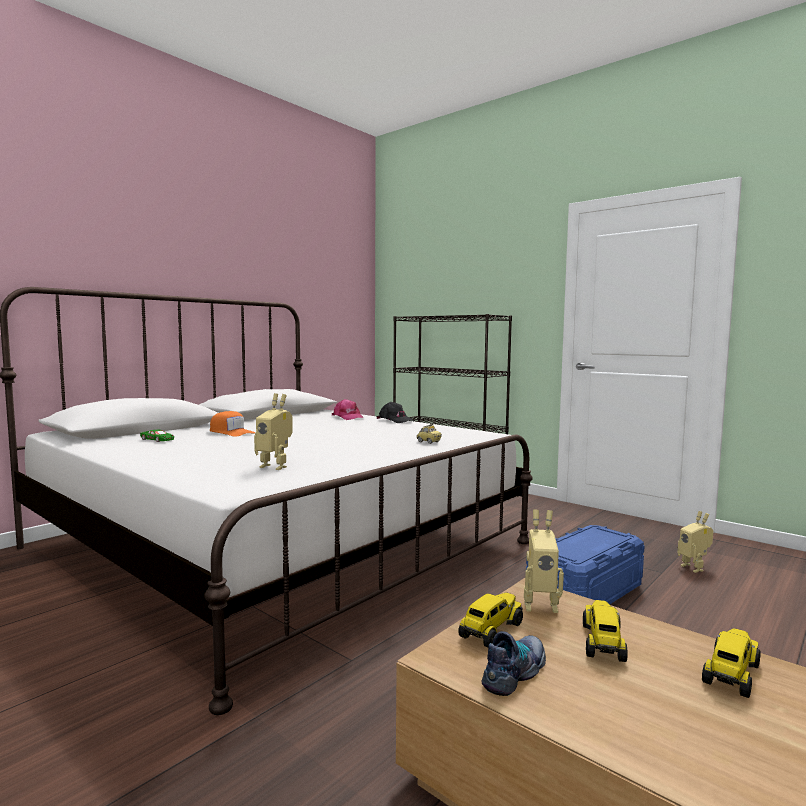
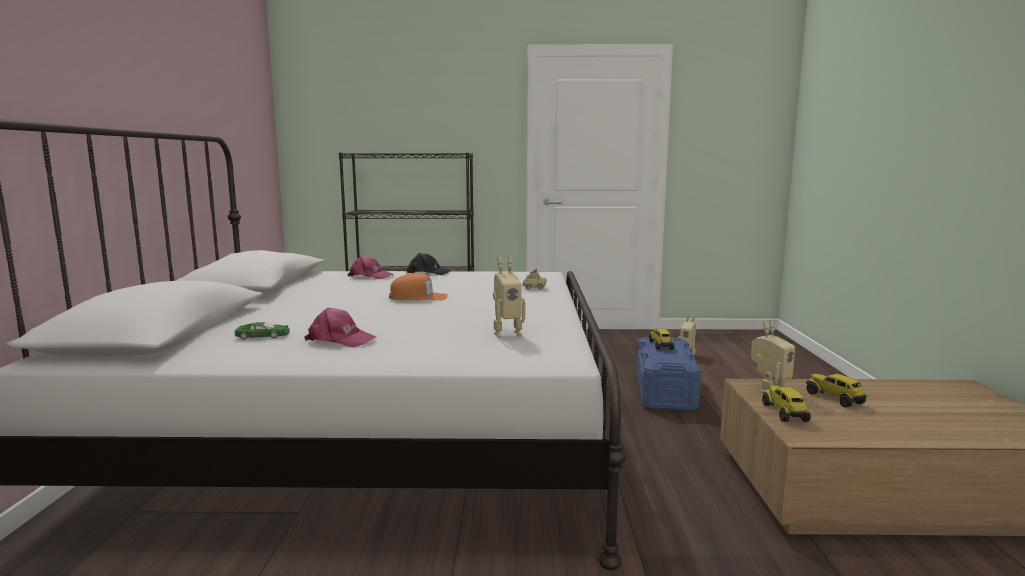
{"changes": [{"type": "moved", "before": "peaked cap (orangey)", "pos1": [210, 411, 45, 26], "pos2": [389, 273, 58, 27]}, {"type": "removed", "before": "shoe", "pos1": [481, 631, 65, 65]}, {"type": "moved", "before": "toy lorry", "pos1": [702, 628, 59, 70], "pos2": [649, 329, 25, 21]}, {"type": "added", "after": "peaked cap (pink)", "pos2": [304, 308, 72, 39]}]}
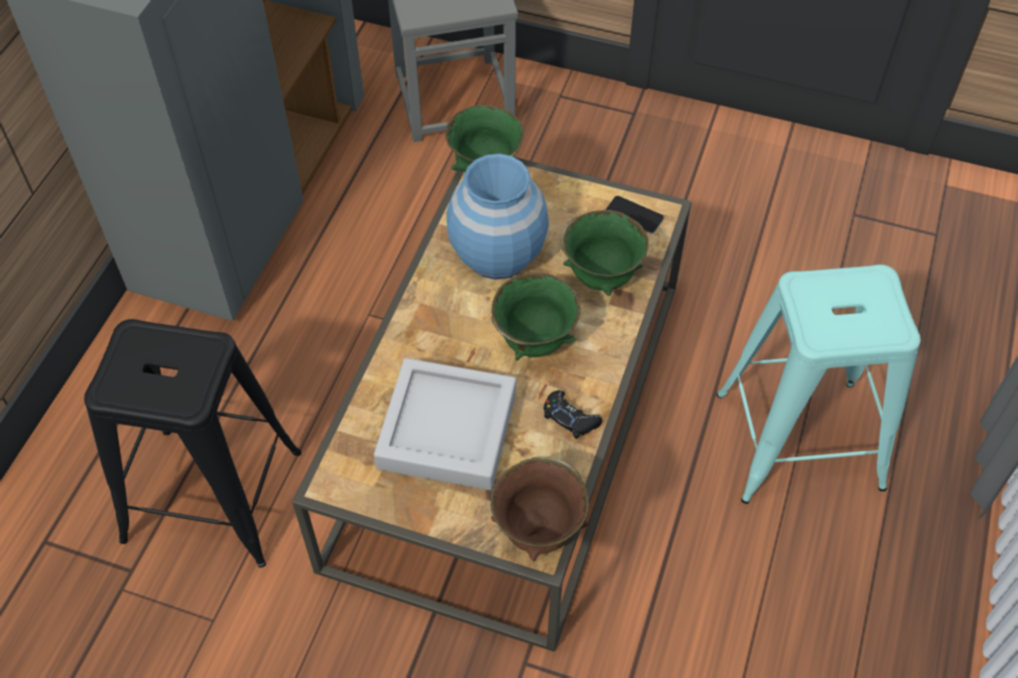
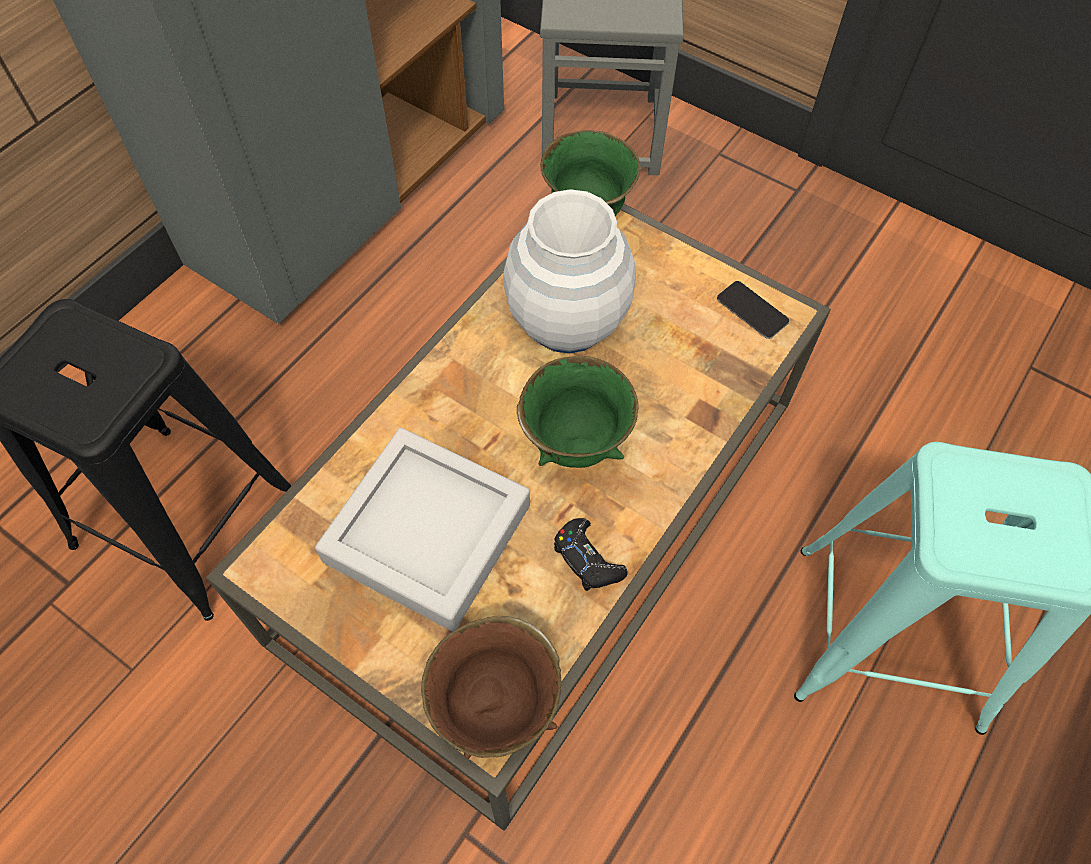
{"changes": [{"type": "recoloured", "before": "decorative vase (blue)", "after": "decorative vase (white-coloured)", "pos1": [447, 154, 102, 126], "pos2": [503, 189, 133, 165]}, {"type": "removed", "before": "deep dish (green)", "pos1": [561, 210, 88, 86]}]}
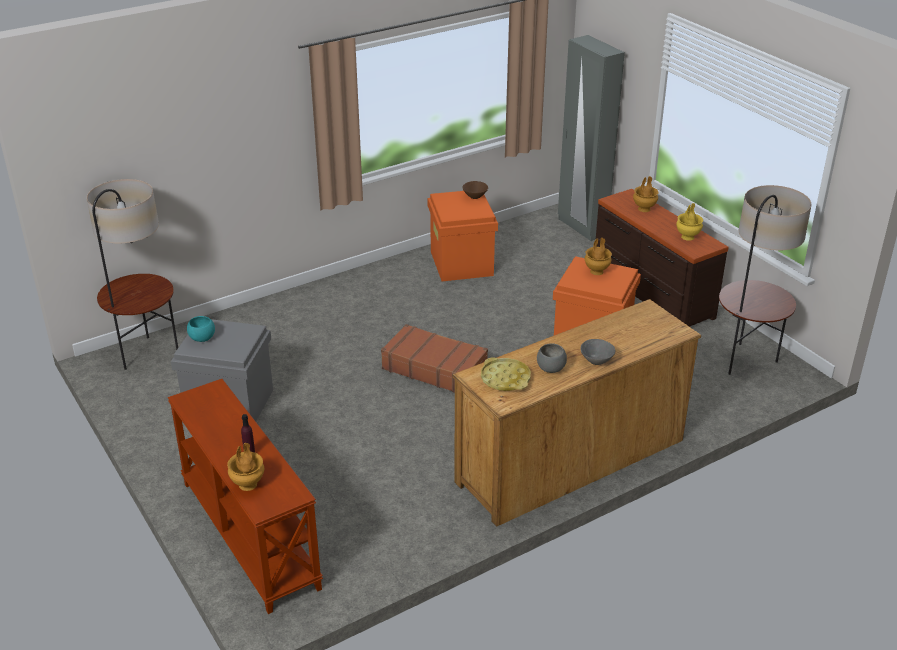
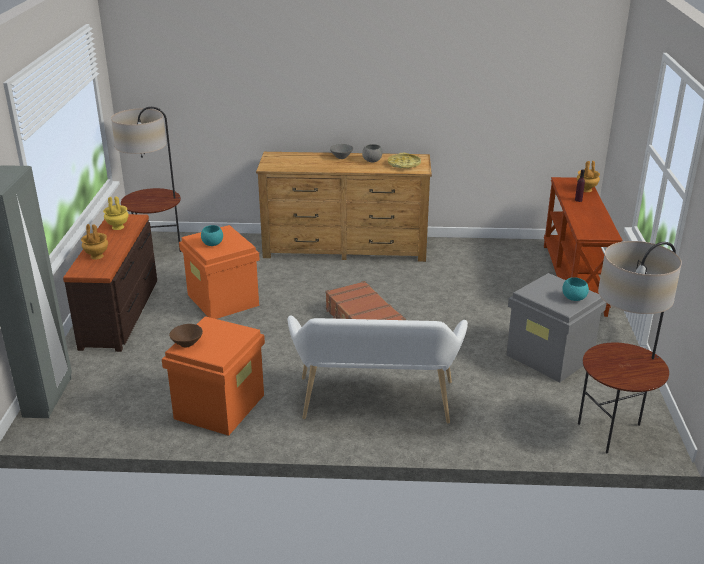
{"changes": [{"type": "replaced", "before": "decorative vase (brown)", "after": "deep dish (blue-green)", "pos1": [585, 238, 27, 37], "pos2": [201, 225, 22, 21]}, {"type": "added", "after": "indoor bench (white-coloured)", "pos2": [287, 316, 181, 107]}]}
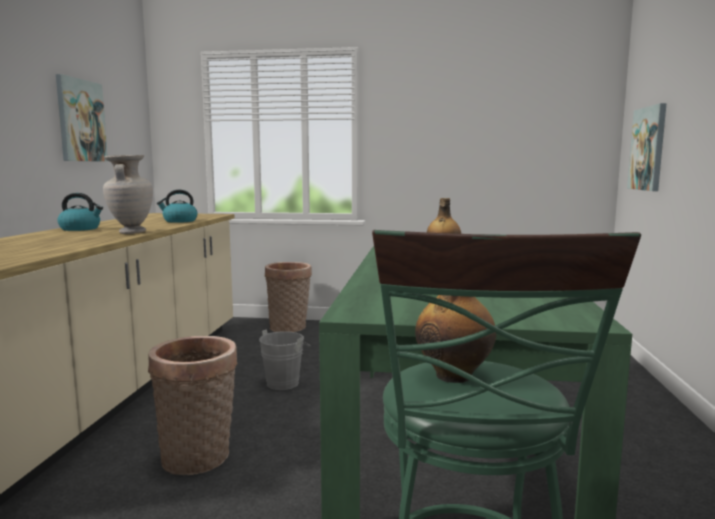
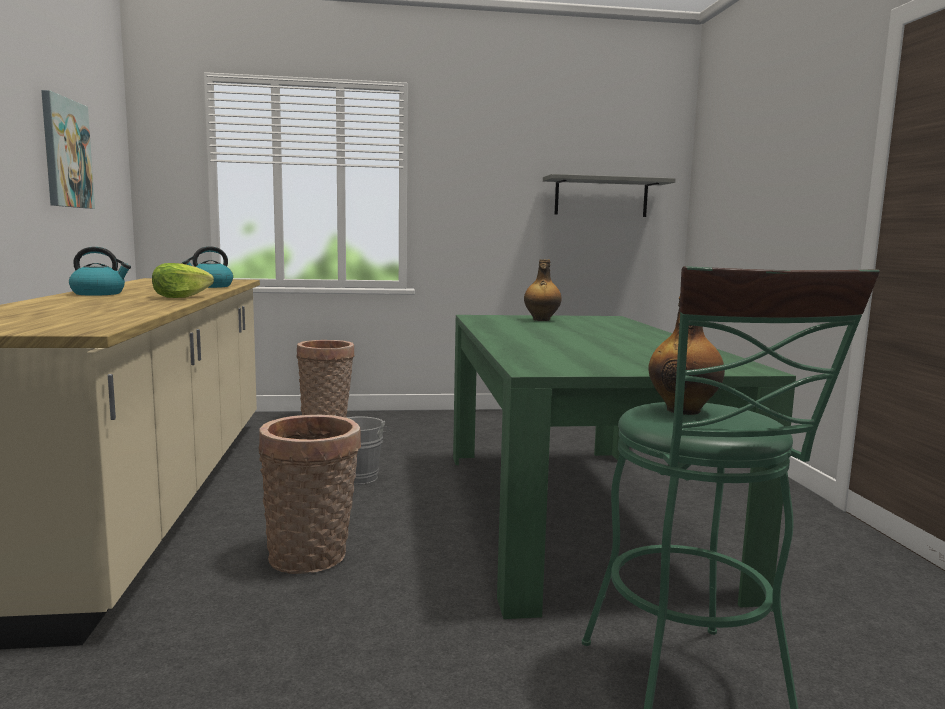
{"changes": [{"type": "replaced", "before": "decorative vase (beige)", "after": "head of lettuce", "pos1": [103, 155, 50, 79], "pos2": [152, 263, 62, 35]}, {"type": "removed", "before": "picture", "pos1": [627, 103, 40, 88]}, {"type": "added", "after": "shelf (gray)", "pos2": [543, 174, 133, 43]}]}
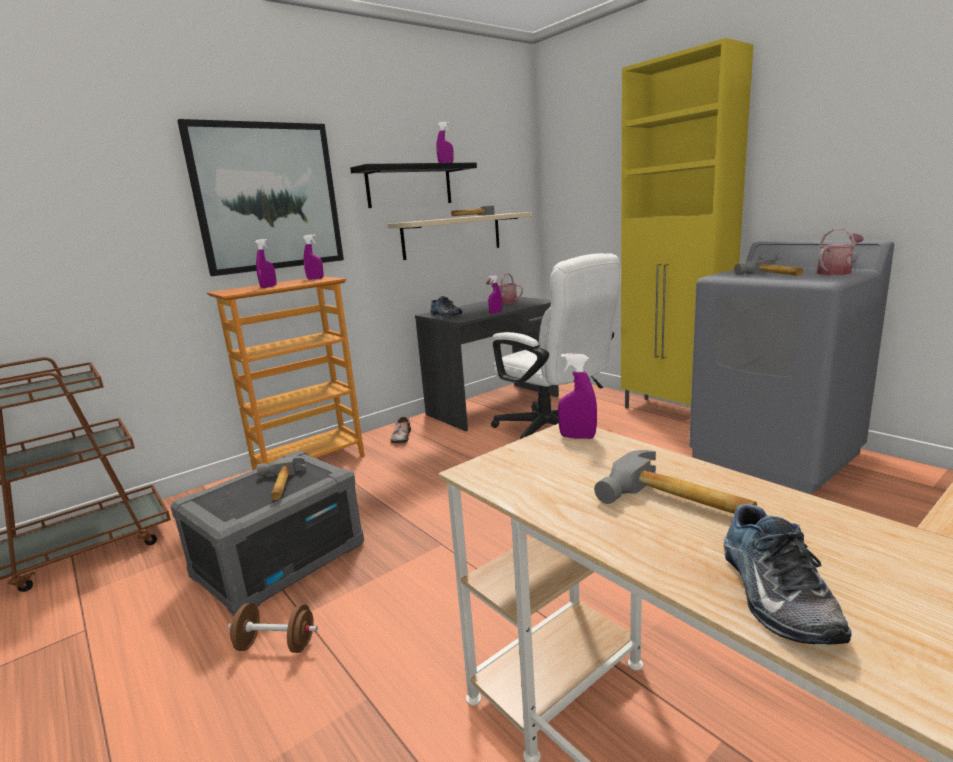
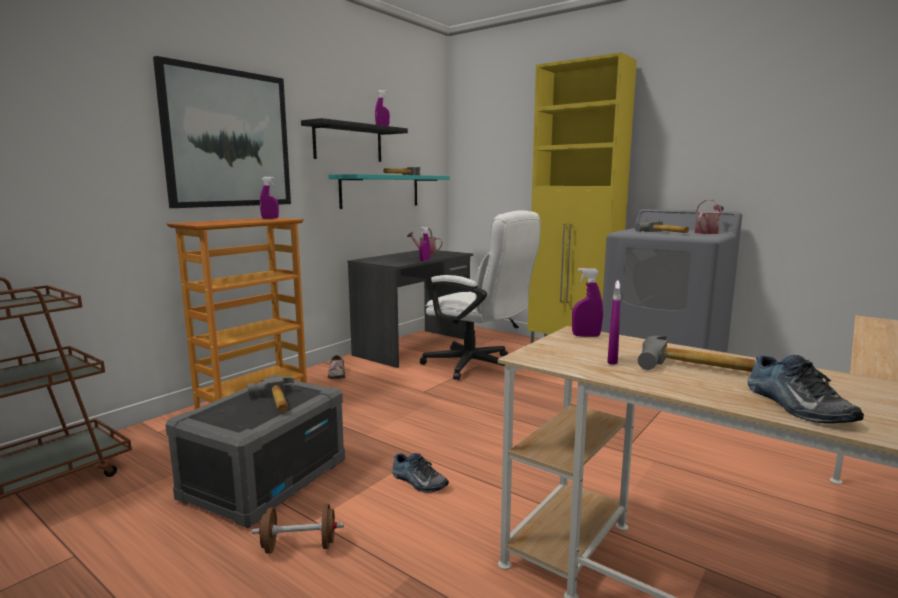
{"changes": [{"type": "moved", "before": "hand sprayer (purple-coloured)", "pos1": [255, 239, 22, 49], "pos2": [607, 280, 14, 85]}, {"type": "recoloured", "before": "shelf (beige)", "after": "shelf (blue-green)", "pos1": [387, 212, 146, 48], "pos2": [329, 174, 121, 35]}, {"type": "moved", "before": "shoe", "pos1": [430, 296, 32, 21], "pos2": [392, 453, 57, 40]}]}
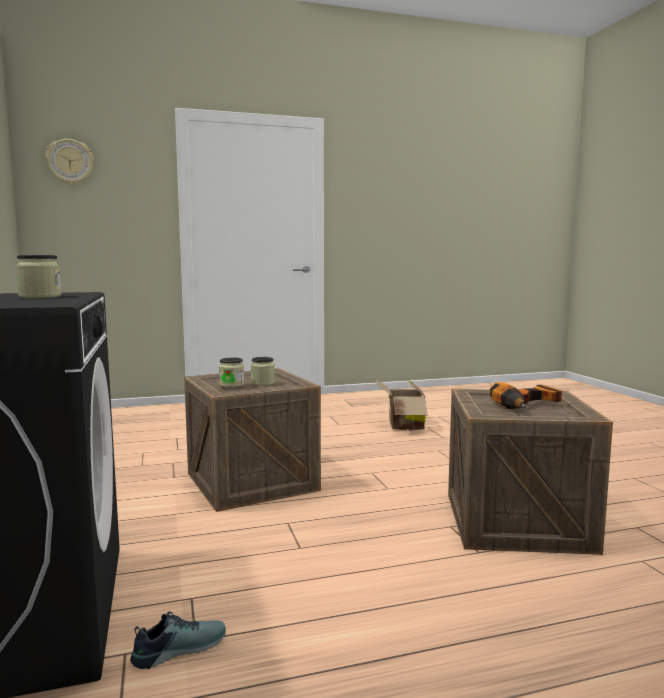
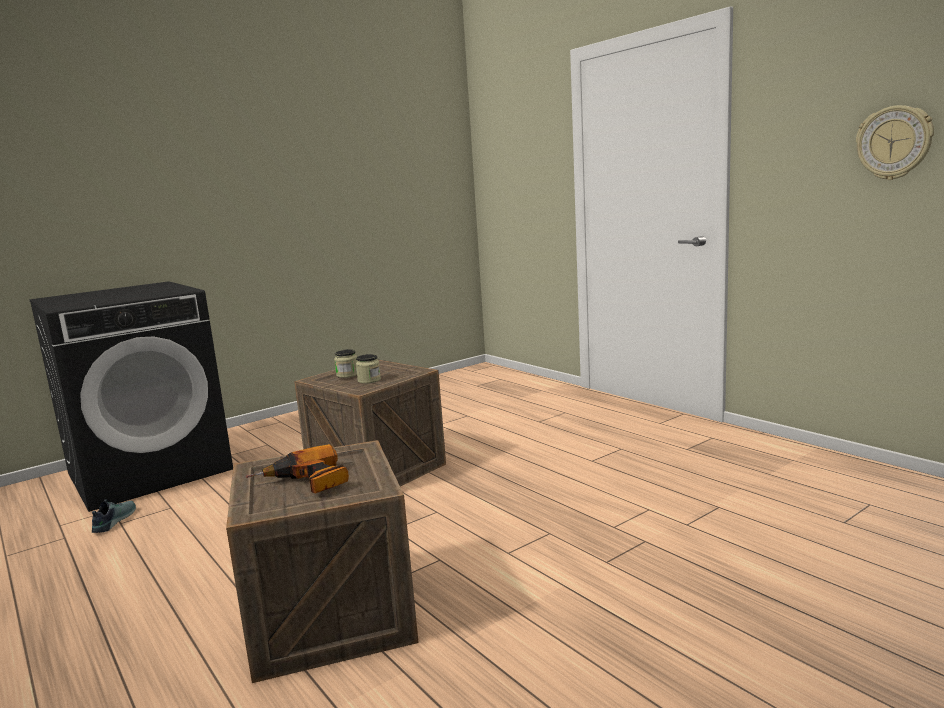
{"changes": [{"type": "removed", "before": "jar", "pos1": [16, 255, 45, 43]}, {"type": "moved", "before": "clock on the wall", "pos1": [45, 139, 49, 46], "pos2": [856, 105, 78, 75]}, {"type": "turned", "before": "shoe", "pos1": [130, 611, 96, 58], "pos2": [92, 499, 44, 34], "turn": -120}, {"type": "removed", "before": "carton", "pos1": [376, 379, 52, 52]}]}
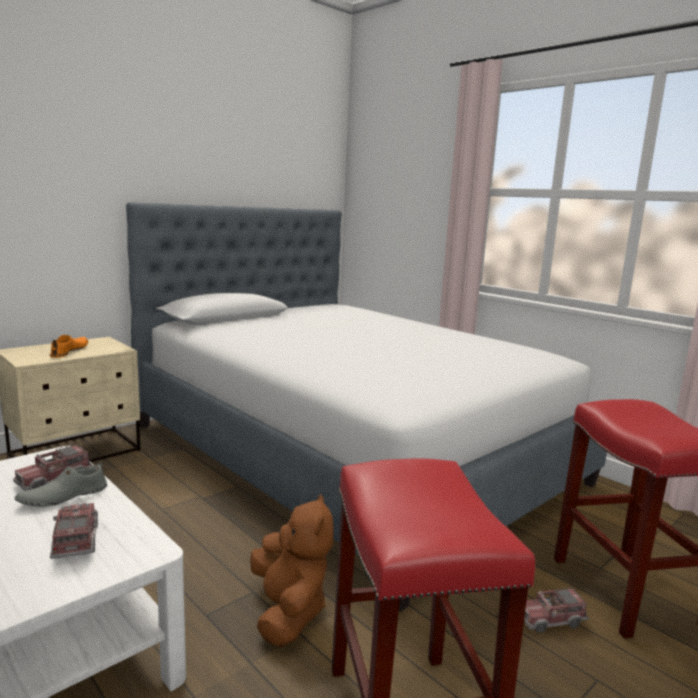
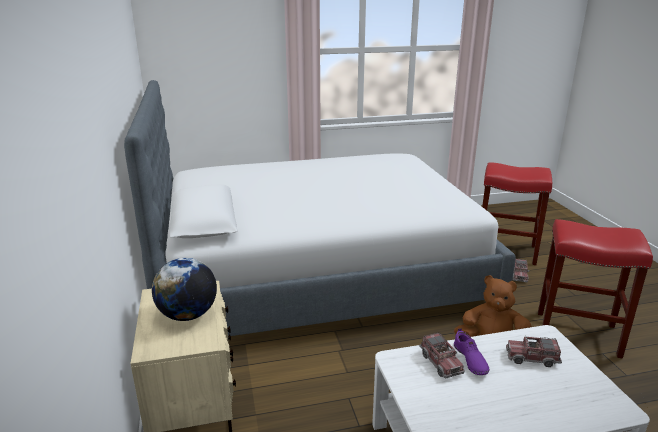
{"changes": [{"type": "recoloured", "before": "shoe (gray)", "after": "shoe (purple-coloured)", "pos1": [15, 461, 92, 46], "pos2": [454, 328, 36, 47]}, {"type": "replaced", "before": "shoe (orangey)", "after": "desk globe", "pos1": [50, 335, 38, 23], "pos2": [152, 258, 65, 63]}]}
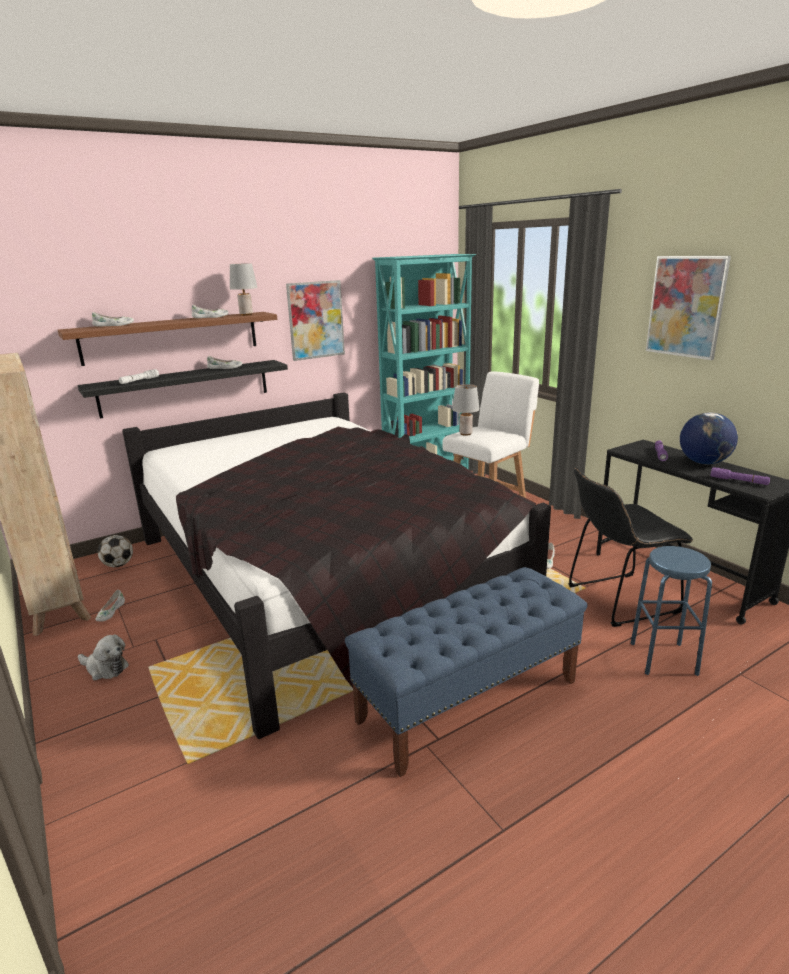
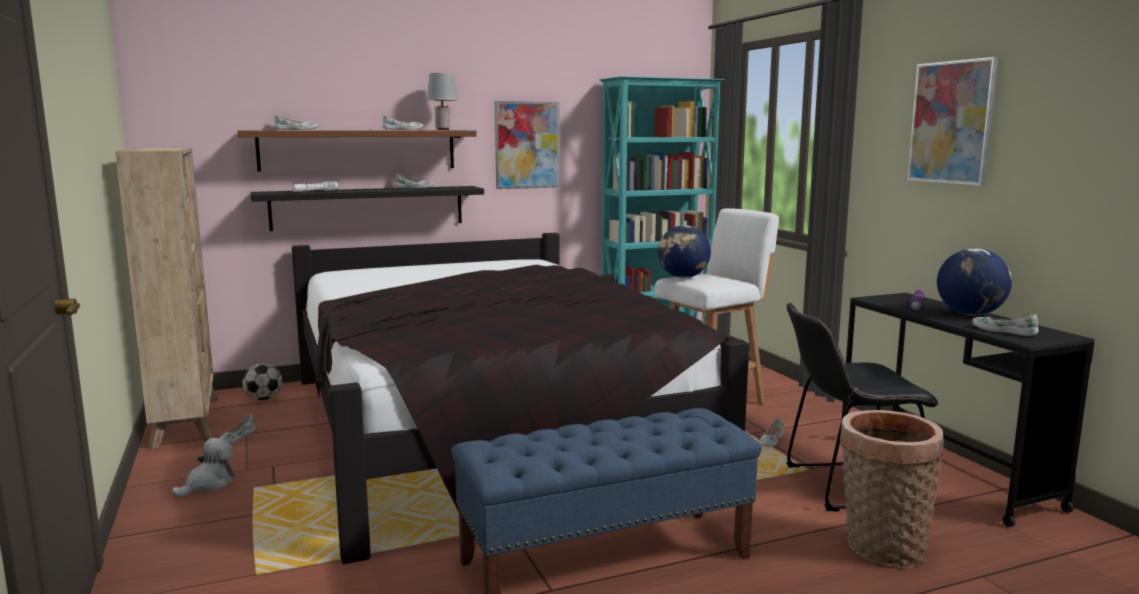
{"changes": [{"type": "turned", "before": "cuddly toy", "pos1": [78, 635, 51, 45], "pos2": [171, 438, 63, 59], "turn": -90}, {"type": "replaced", "before": "tabletop lamp (gray)", "after": "desk globe", "pos1": [452, 384, 27, 52], "pos2": [658, 225, 53, 53]}, {"type": "replaced", "before": "sitting stool (blue)", "after": "storage basket", "pos1": [630, 546, 82, 130], "pos2": [840, 410, 105, 158]}, {"type": "replaced", "before": "hand torch (purple-coloured)", "after": "shoe (white-coloured)", "pos1": [711, 467, 59, 18], "pos2": [972, 314, 67, 22]}]}
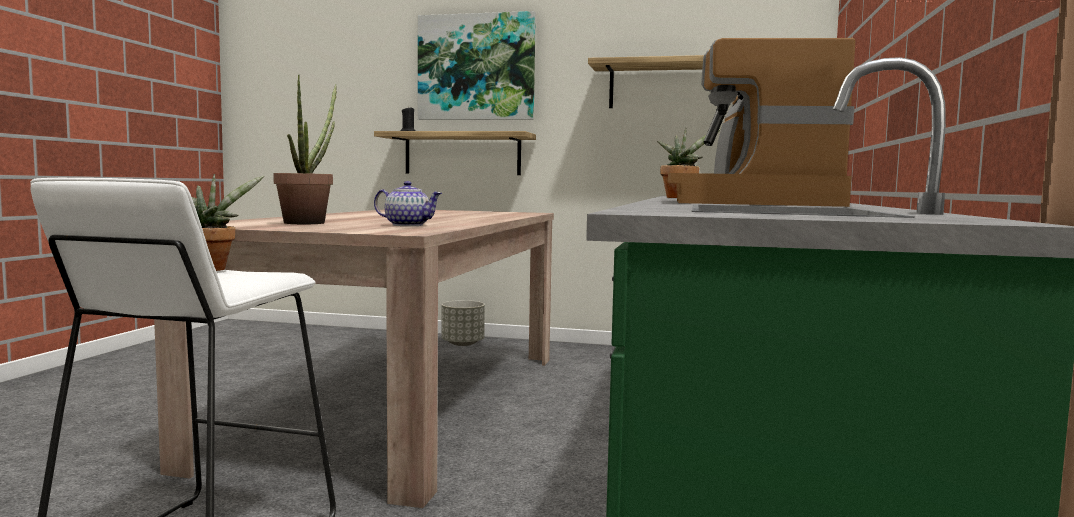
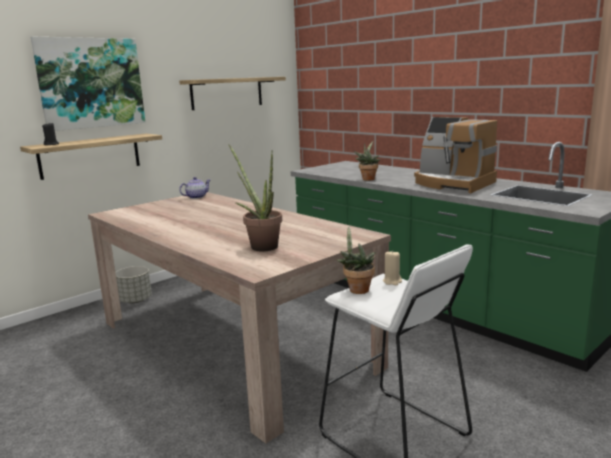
{"changes": [{"type": "moved", "before": "tea pot", "pos1": [374, 181, 68, 45], "pos2": [179, 177, 31, 22]}, {"type": "added", "after": "wax light (beige)", "pos2": [383, 250, 19, 35]}]}
